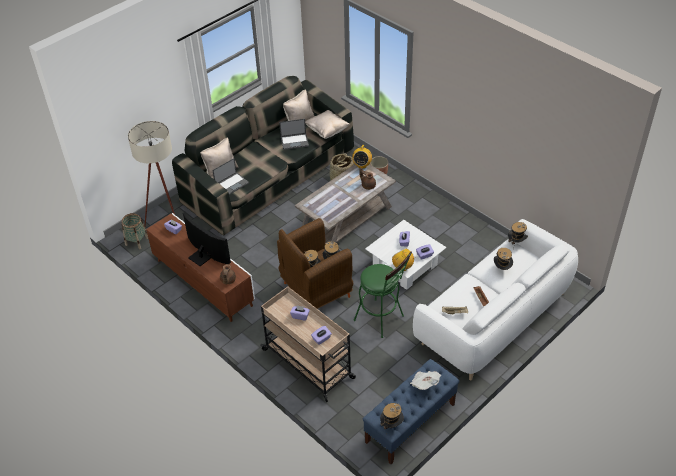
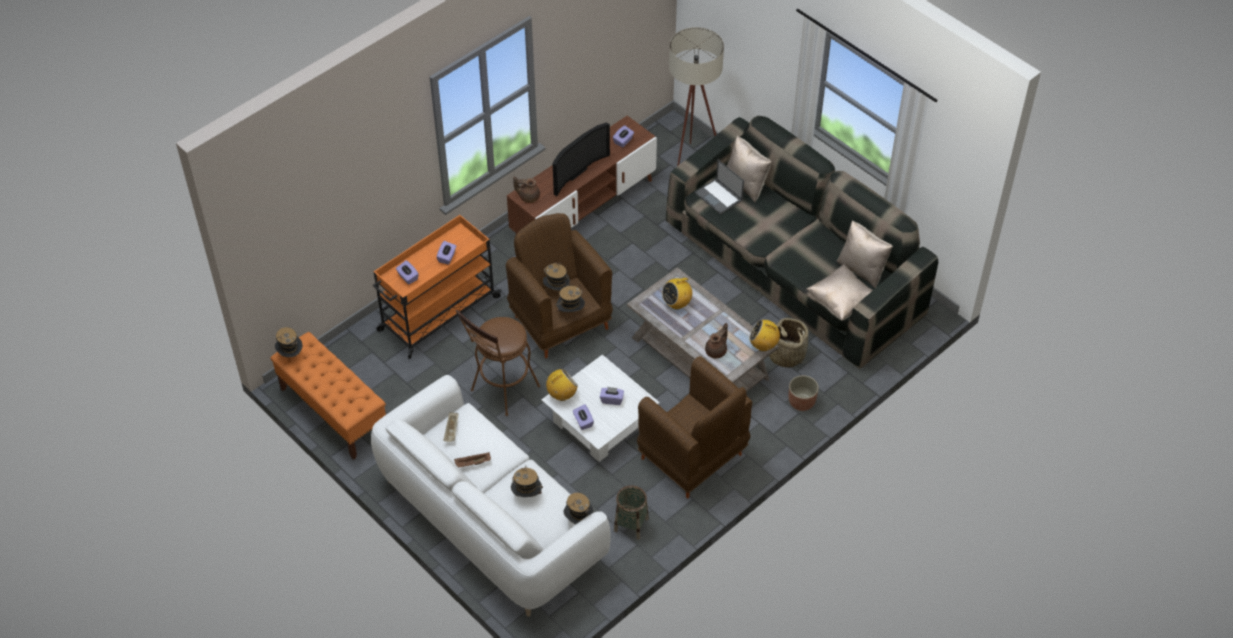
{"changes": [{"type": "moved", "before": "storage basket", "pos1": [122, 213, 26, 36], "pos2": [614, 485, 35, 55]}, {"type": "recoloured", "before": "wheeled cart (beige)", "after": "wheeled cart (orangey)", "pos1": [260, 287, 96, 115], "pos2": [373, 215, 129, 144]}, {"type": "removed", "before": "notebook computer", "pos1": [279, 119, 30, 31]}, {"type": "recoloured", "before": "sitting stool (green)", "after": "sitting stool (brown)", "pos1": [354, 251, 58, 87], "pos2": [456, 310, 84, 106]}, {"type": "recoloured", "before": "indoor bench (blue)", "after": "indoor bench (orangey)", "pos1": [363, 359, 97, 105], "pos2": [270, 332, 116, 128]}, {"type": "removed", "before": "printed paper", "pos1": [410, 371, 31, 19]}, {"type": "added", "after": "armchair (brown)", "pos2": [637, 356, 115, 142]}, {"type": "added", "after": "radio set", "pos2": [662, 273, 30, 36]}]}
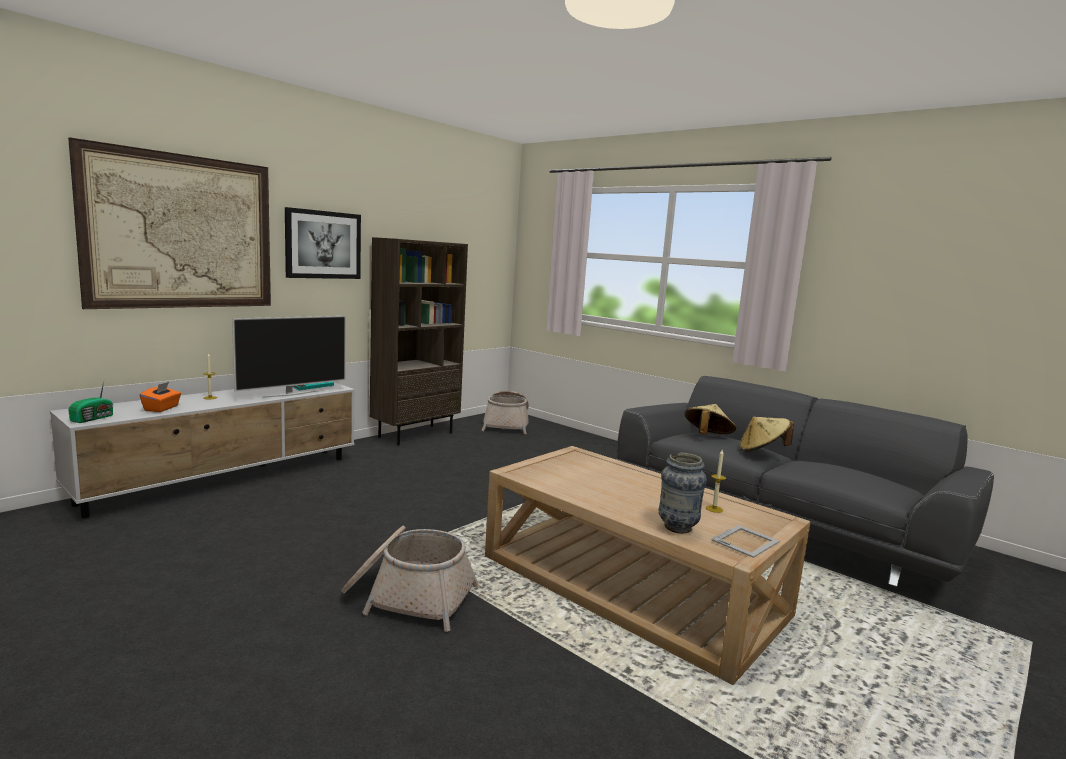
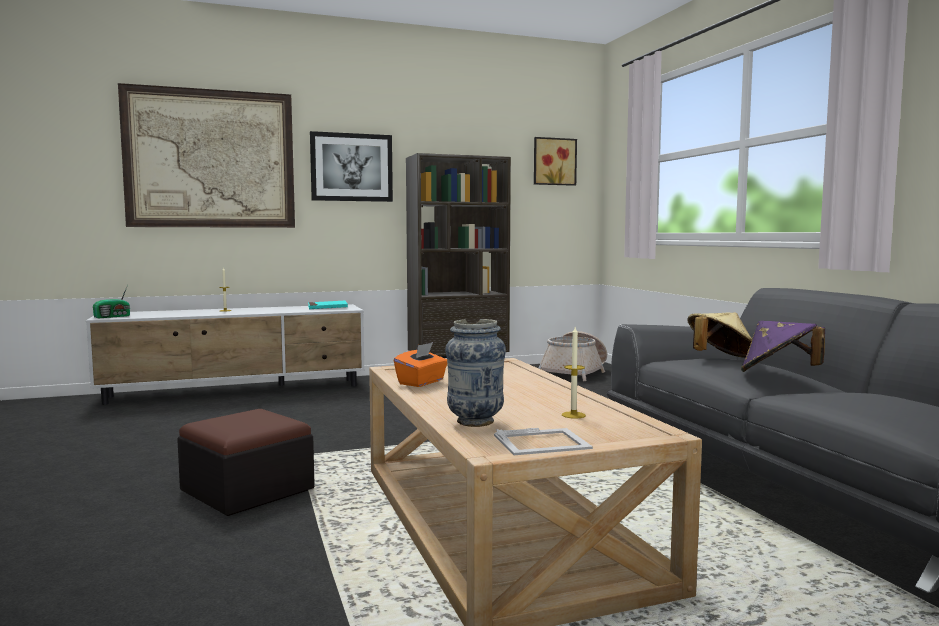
{"changes": [{"type": "moved", "before": "tissue box (orangey)", "pos1": [140, 382, 41, 30], "pos2": [394, 342, 53, 45]}, {"type": "removed", "before": "TV set", "pos1": [232, 316, 114, 82]}, {"type": "replaced", "before": "storage basket", "after": "ottoman", "pos1": [341, 526, 138, 106], "pos2": [177, 409, 138, 107]}, {"type": "recoloured", "before": "wearable hat (beige)", "after": "wearable hat (purple-coloured)", "pos1": [739, 417, 55, 35], "pos2": [741, 321, 84, 51]}, {"type": "added", "after": "picture", "pos2": [534, 137, 43, 49]}]}
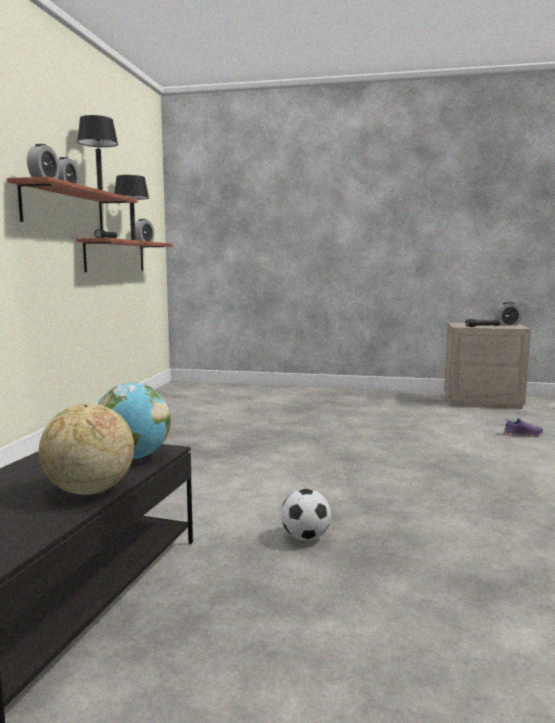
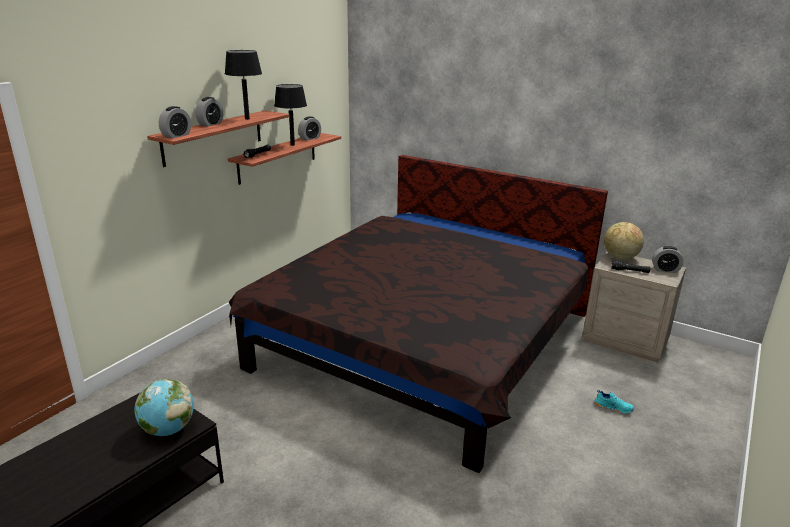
{"changes": [{"type": "moved", "before": "desk globe", "pos1": [39, 404, 95, 91], "pos2": [604, 222, 40, 38]}, {"type": "removed", "before": "football ball", "pos1": [281, 489, 50, 52]}, {"type": "recoloured", "before": "shoe (purple-coloured)", "after": "shoe (blue-green)", "pos1": [504, 418, 39, 19], "pos2": [594, 390, 40, 24]}, {"type": "added", "after": "bedroom bed", "pos2": [229, 155, 379, 318]}]}
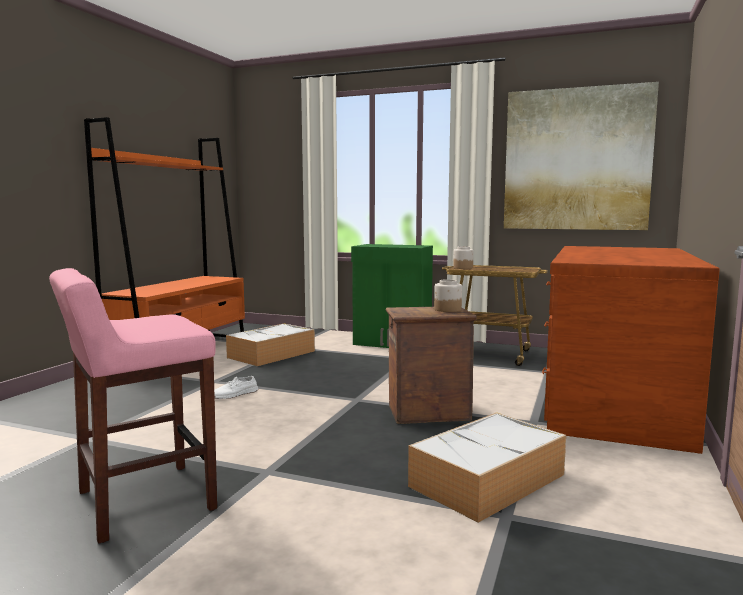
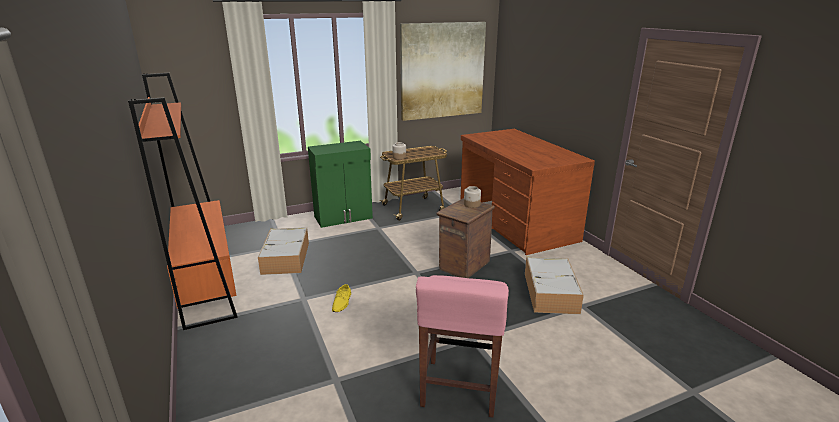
{"changes": [{"type": "recoloured", "before": "shoe (white-coloured)", "after": "shoe (yellow)", "pos1": [214, 376, 44, 23], "pos2": [332, 284, 19, 28]}]}
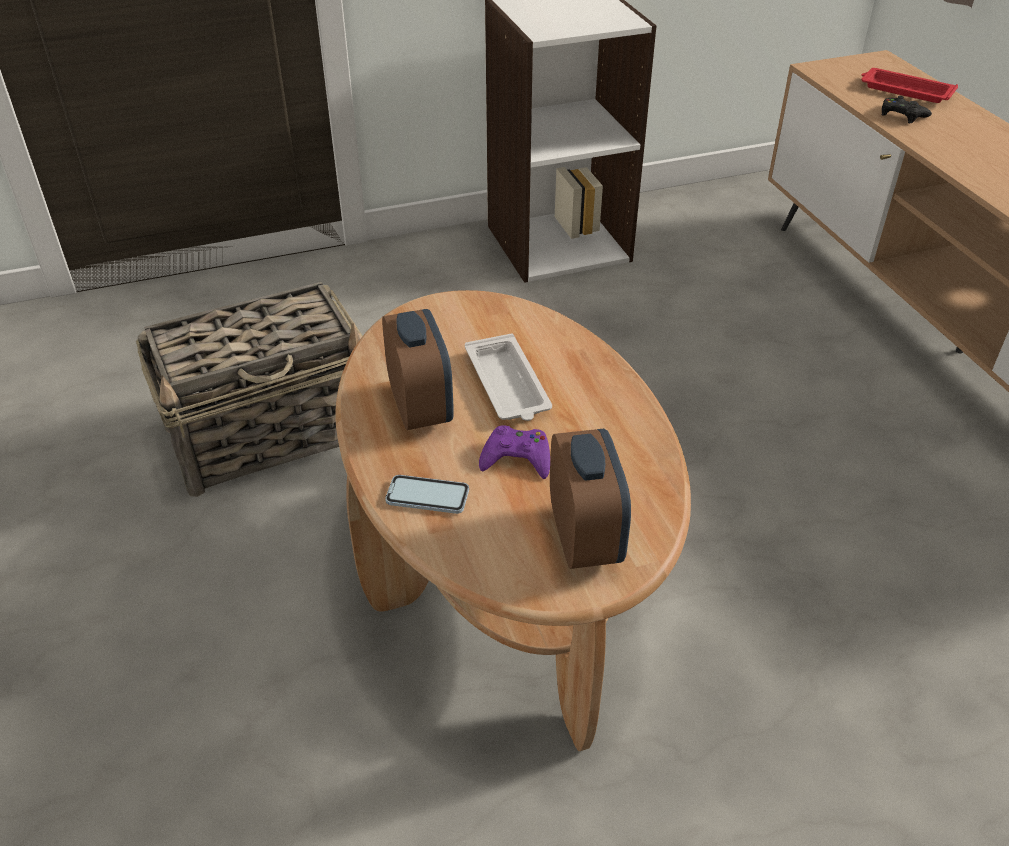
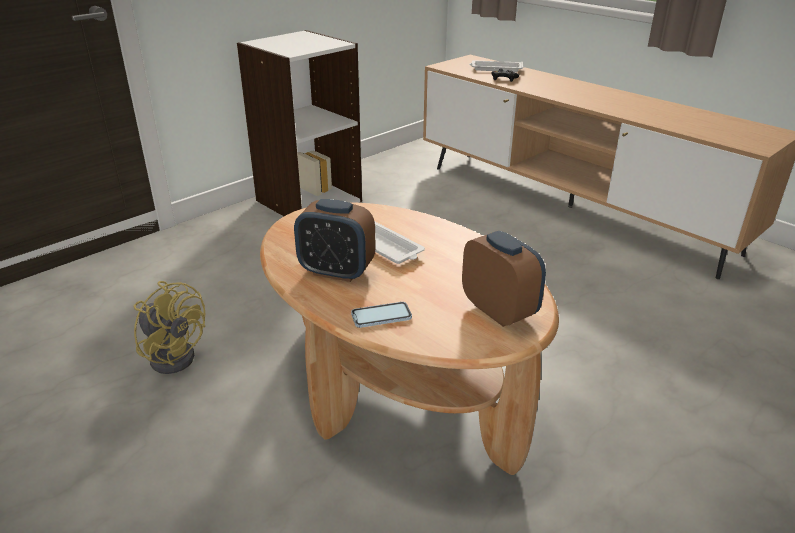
{"changes": [{"type": "replaced", "before": "storage basket", "after": "electric fan (yellow)", "pos1": [136, 282, 226, 215], "pos2": [134, 281, 71, 93]}, {"type": "turned", "before": "table clock", "pos1": [382, 309, 72, 121], "pos2": [294, 199, 82, 83], "turn": 150}, {"type": "removed", "before": "game controller (purple-coloured)", "pos1": [479, 425, 71, 54]}, {"type": "recoloured", "before": "tray (red)", "after": "tray (white-coloured)", "pos1": [861, 68, 97, 35], "pos2": [469, 60, 54, 12]}]}
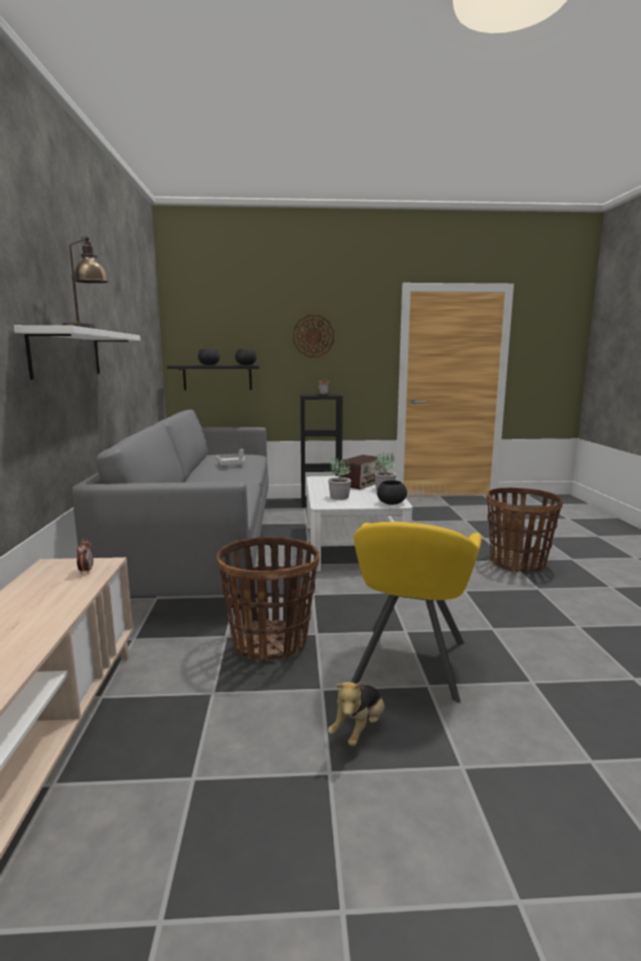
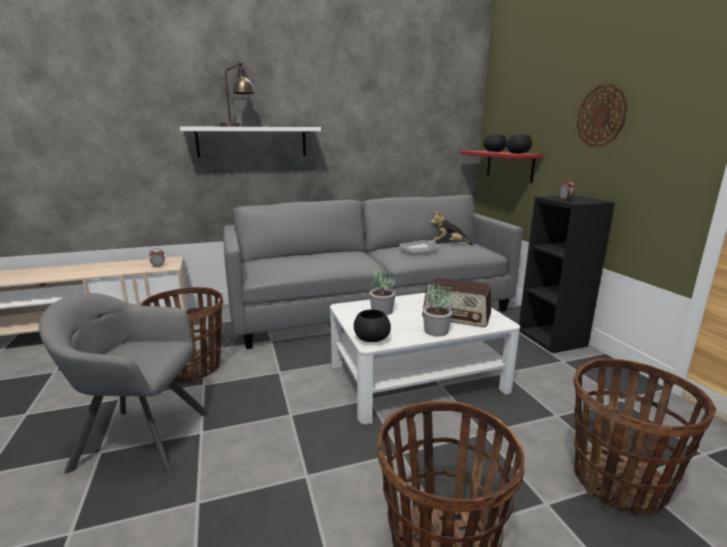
{"changes": [{"type": "recoloured", "before": "shelf (black-coloured)", "after": "shelf (red)", "pos1": [167, 365, 93, 25], "pos2": [460, 151, 83, 32]}, {"type": "moved", "before": "cuddly toy", "pos1": [328, 681, 57, 65], "pos2": [431, 212, 42, 33]}, {"type": "recoloured", "before": "armchair (yellow)", "after": "armchair (gray)", "pos1": [351, 522, 130, 181], "pos2": [39, 293, 170, 183]}, {"type": "added", "after": "storage basket", "pos2": [573, 358, 143, 156]}]}
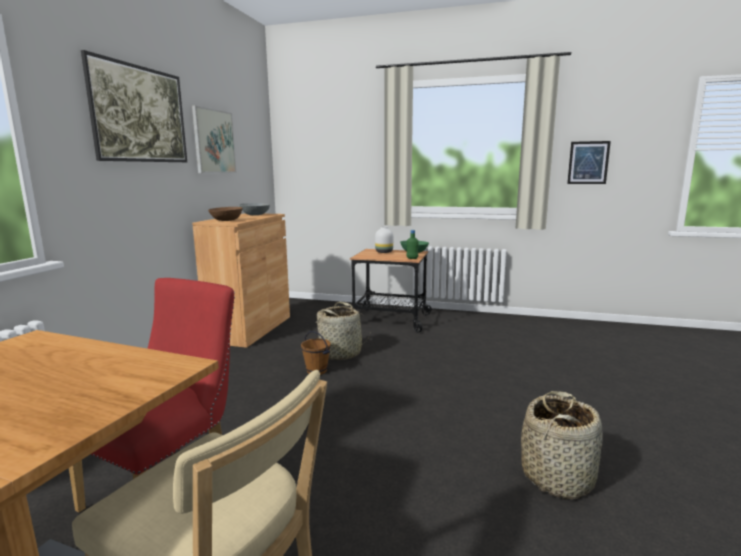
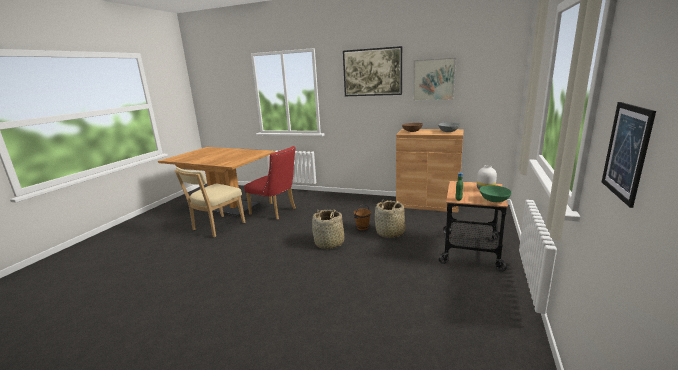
{"changes": [{"type": "moved", "before": "storage basket", "pos1": [521, 391, 82, 108], "pos2": [312, 209, 33, 40]}]}
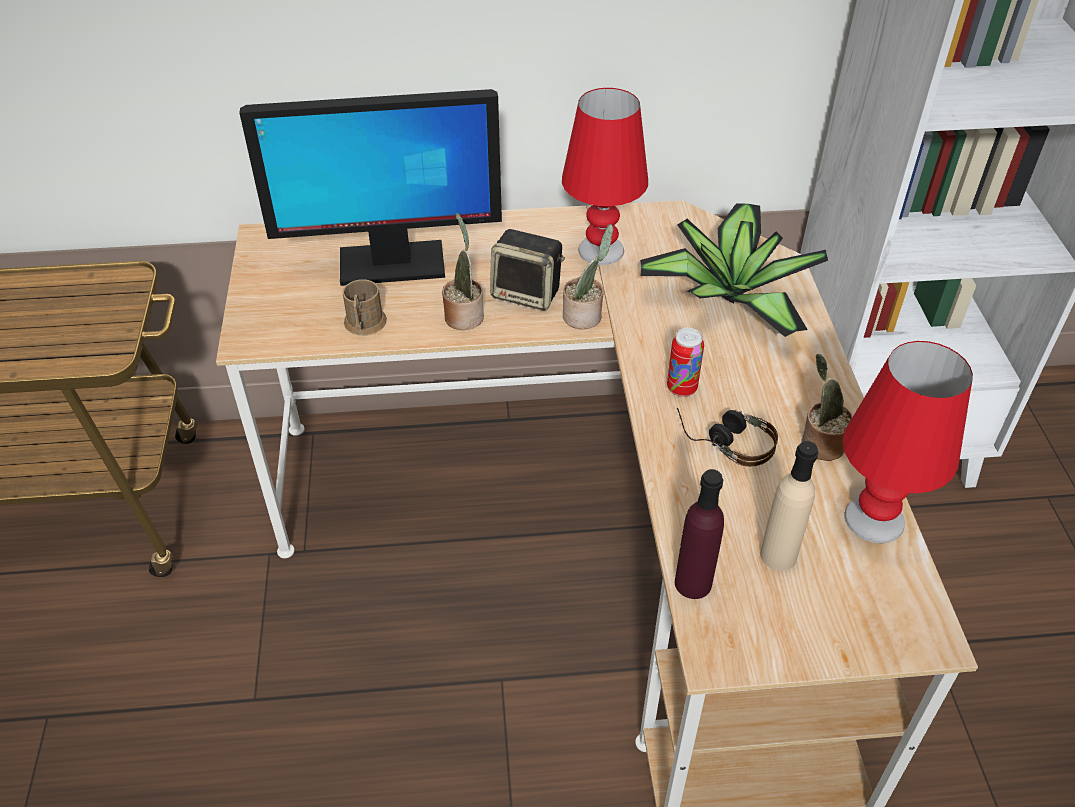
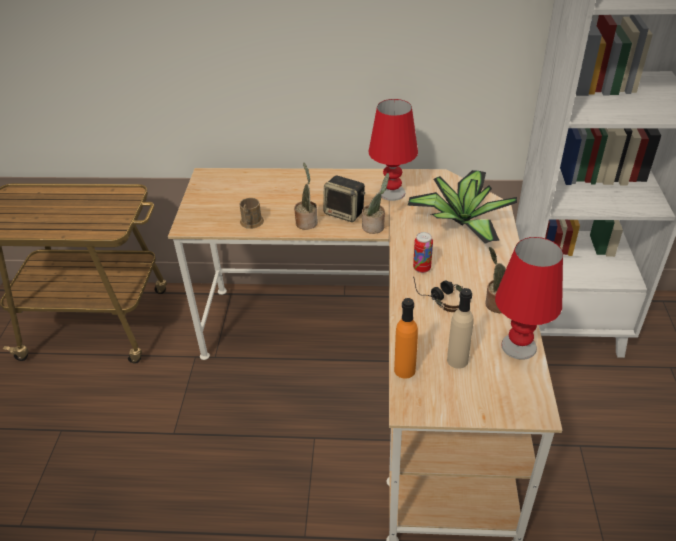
{"changes": [{"type": "removed", "before": "computer screen", "pos1": [239, 89, 263, 197]}, {"type": "recoloured", "before": "beverage bottle (purple-coloured)", "after": "beverage bottle (orangey)", "pos1": [675, 469, 49, 130], "pos2": [394, 298, 24, 81]}]}
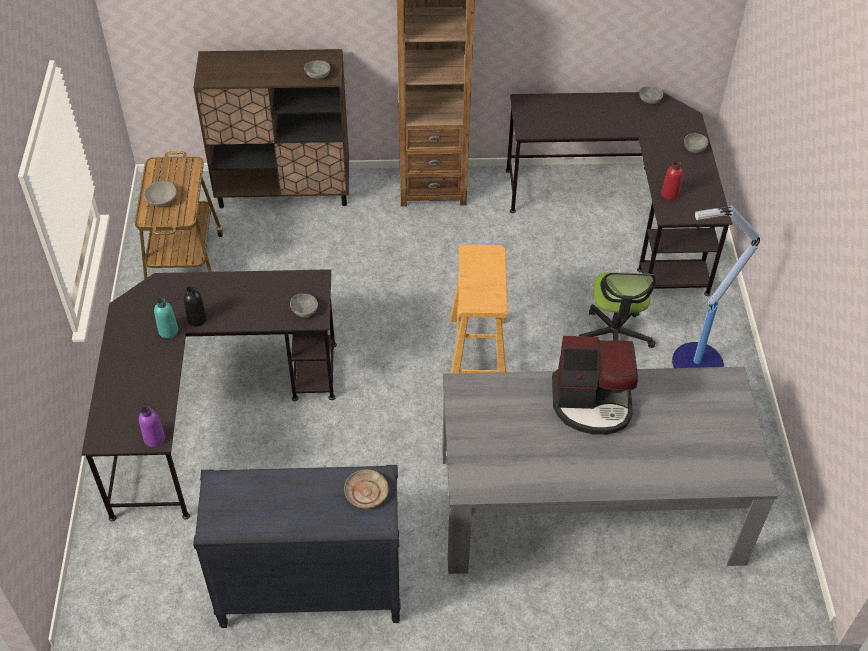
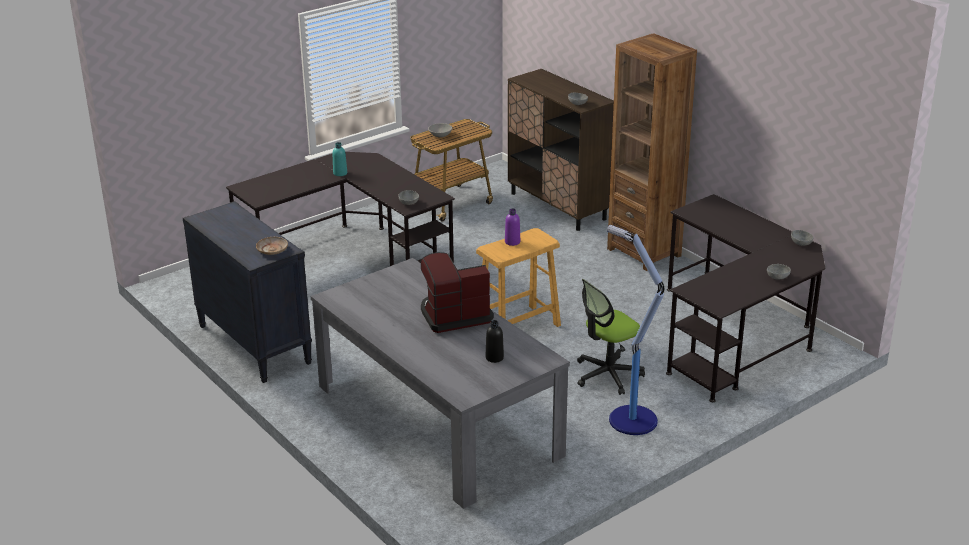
{"changes": [{"type": "moved", "before": "beverage bottle (purple-coloured)", "pos1": [139, 406, 26, 41], "pos2": [505, 208, 15, 38]}, {"type": "moved", "before": "beverage bottle (black-coloured)", "pos1": [184, 286, 23, 41], "pos2": [486, 320, 18, 43]}, {"type": "turned", "before": "coffee brewer", "pos1": [552, 336, 86, 99], "pos2": [421, 252, 73, 81], "turn": 105}, {"type": "removed", "before": "beverage bottle (red)", "pos1": [661, 161, 22, 39]}]}
